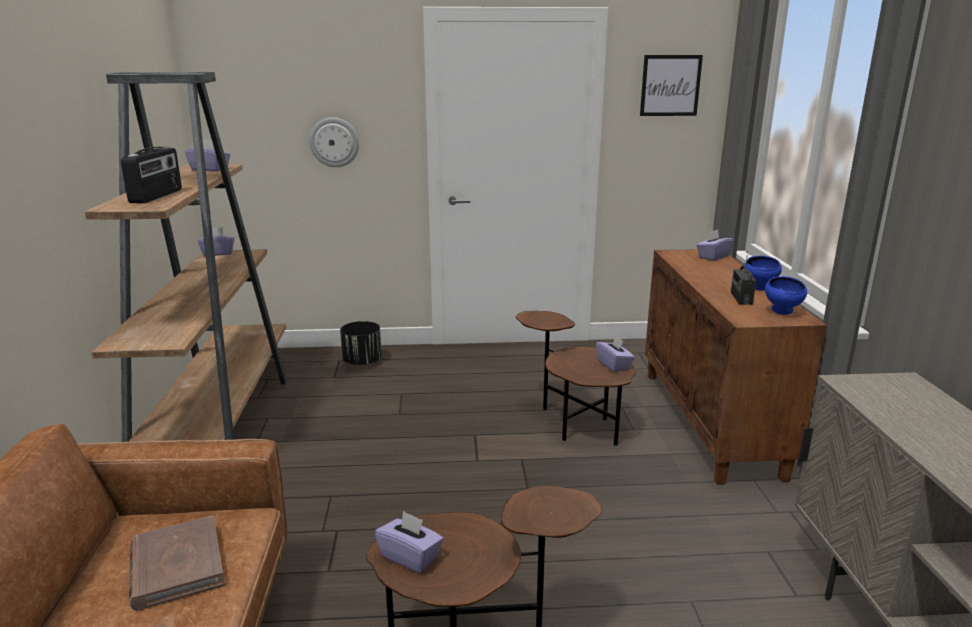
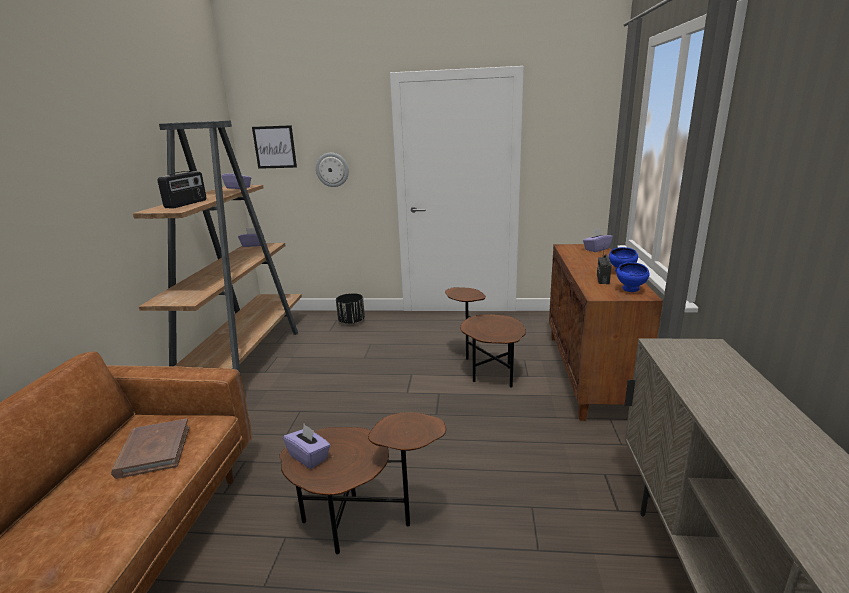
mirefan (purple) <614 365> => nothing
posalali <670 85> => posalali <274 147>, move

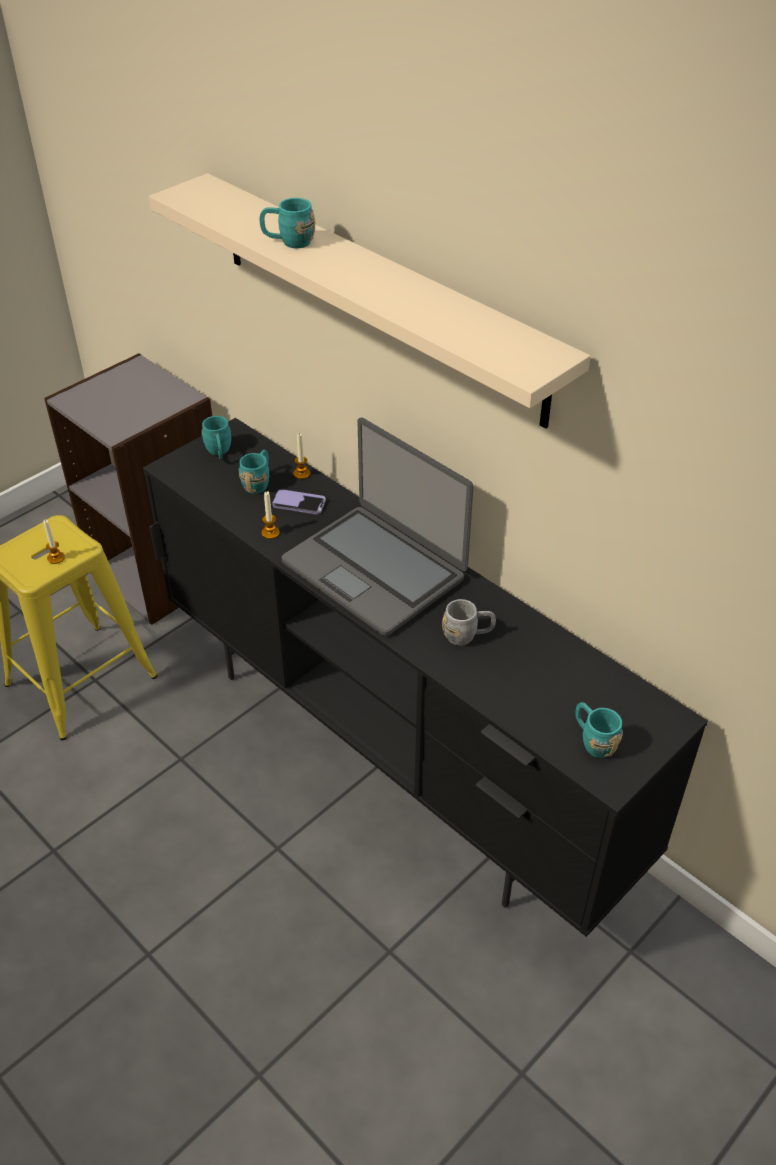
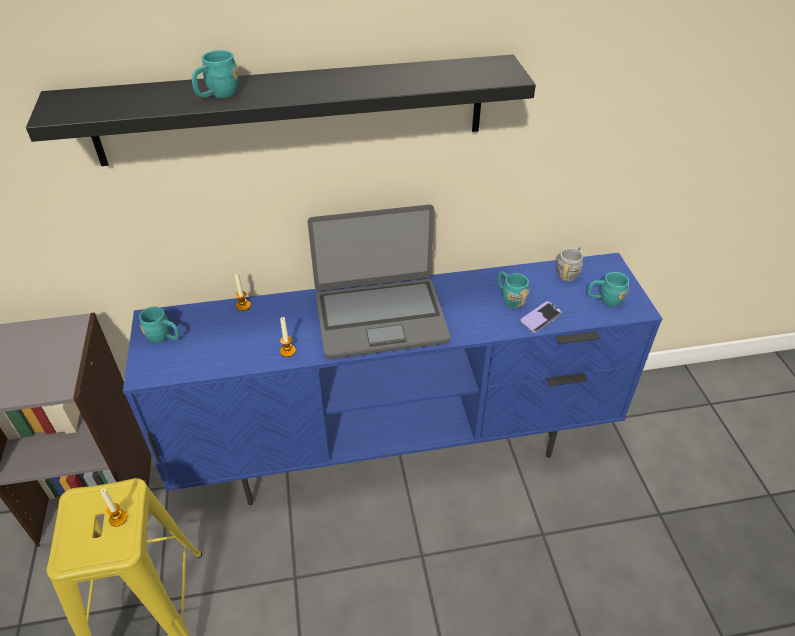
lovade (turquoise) <258 482> => lovade (turquoise) <509 298>, move
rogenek <299 503> => rogenek <540 318>, move
lovade (grey) <467 636> => lovade (grey) <569 272>, move
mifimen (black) <393 754> => mifimen (blue) <399 447>
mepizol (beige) <376 295> => mepizol (black) <292 110>

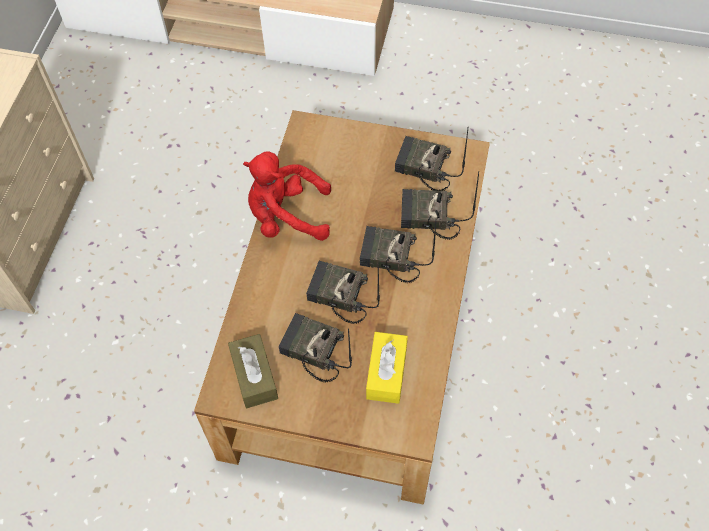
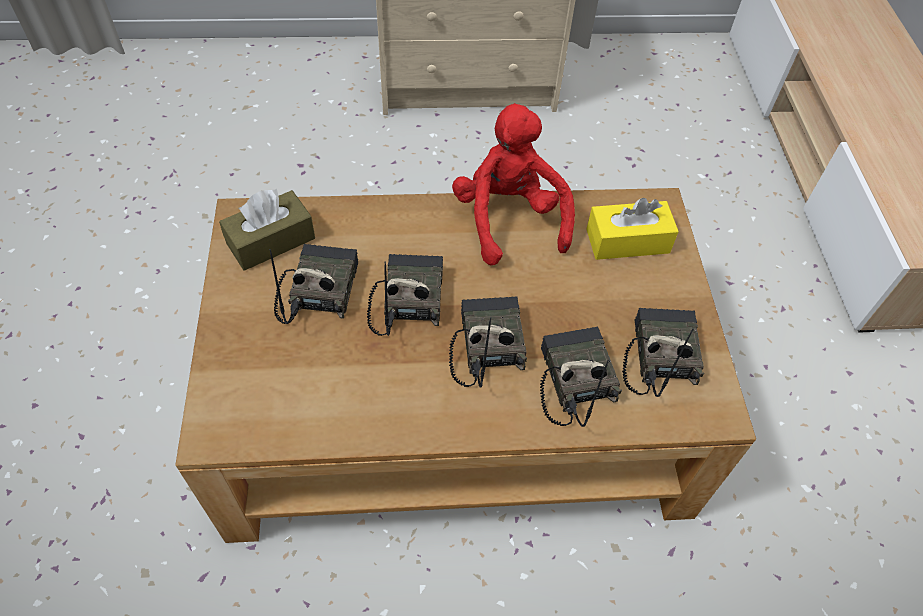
mirefan (yellow) <386 373> => mirefan (yellow) <627 241>, move

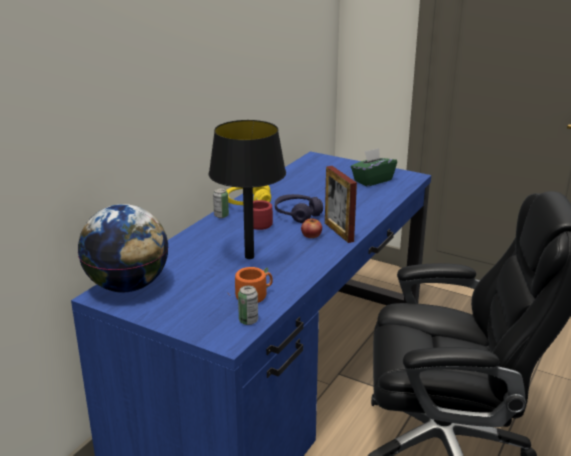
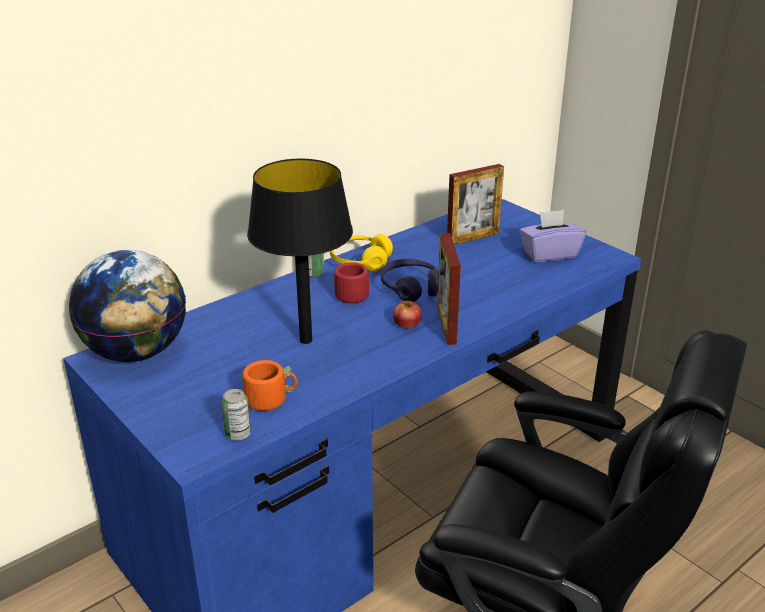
nothing => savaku <473 238>
mirefan (green) <372 180> => mirefan (purple) <549 254>

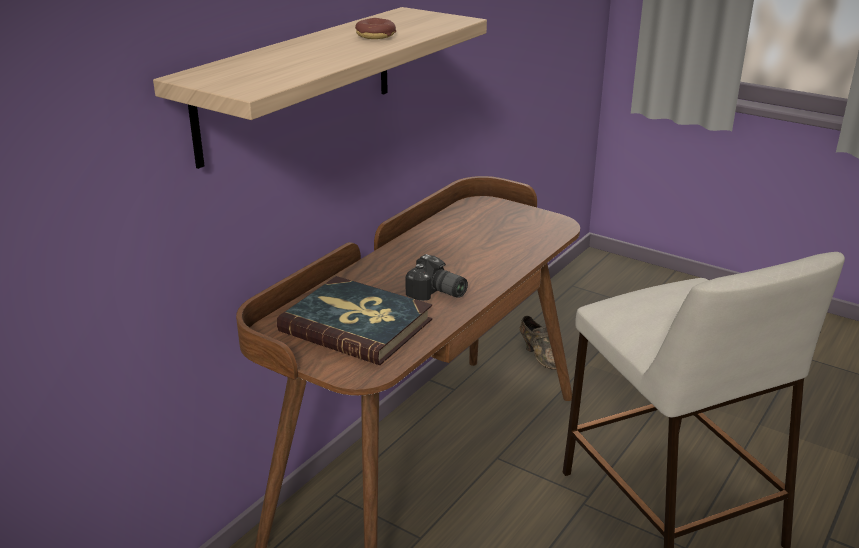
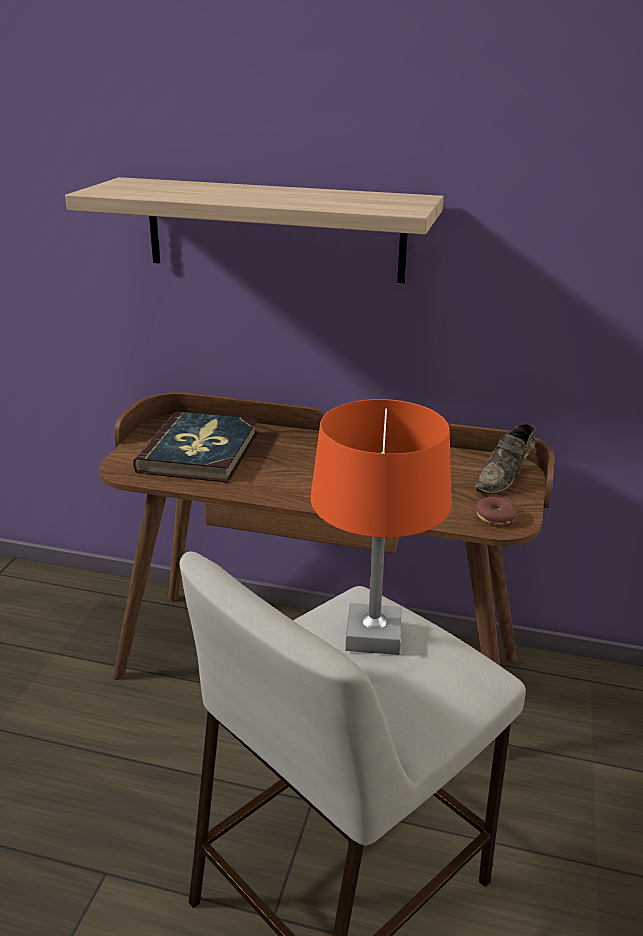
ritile <436 294> => nothing
nothing => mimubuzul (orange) <374 635>
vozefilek <375 36> => vozefilek <495 517>, move
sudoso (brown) <539 355> => sudoso (brown) <504 478>, move

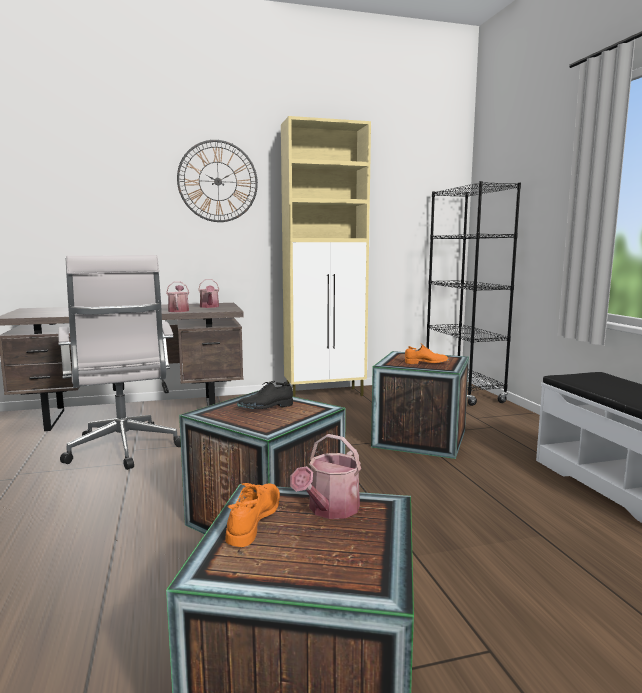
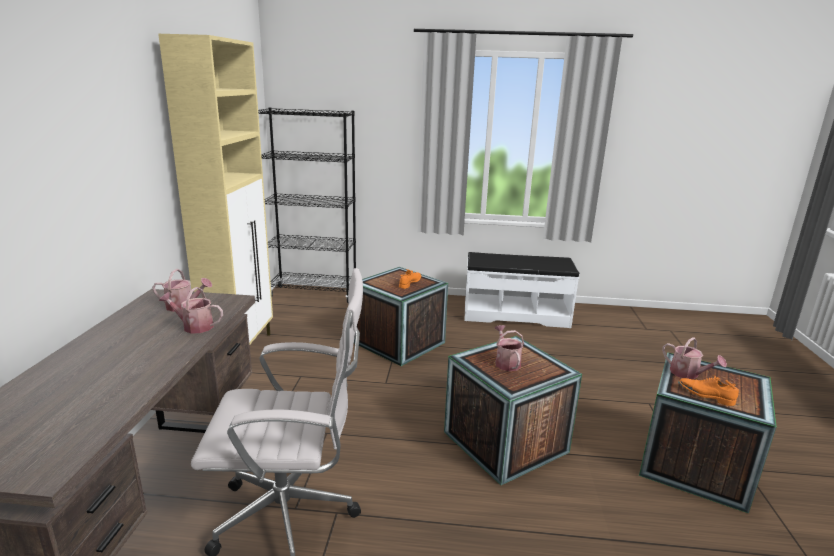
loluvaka <218 181> => nothing
sudoso (black) <265 408> => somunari <506 362>

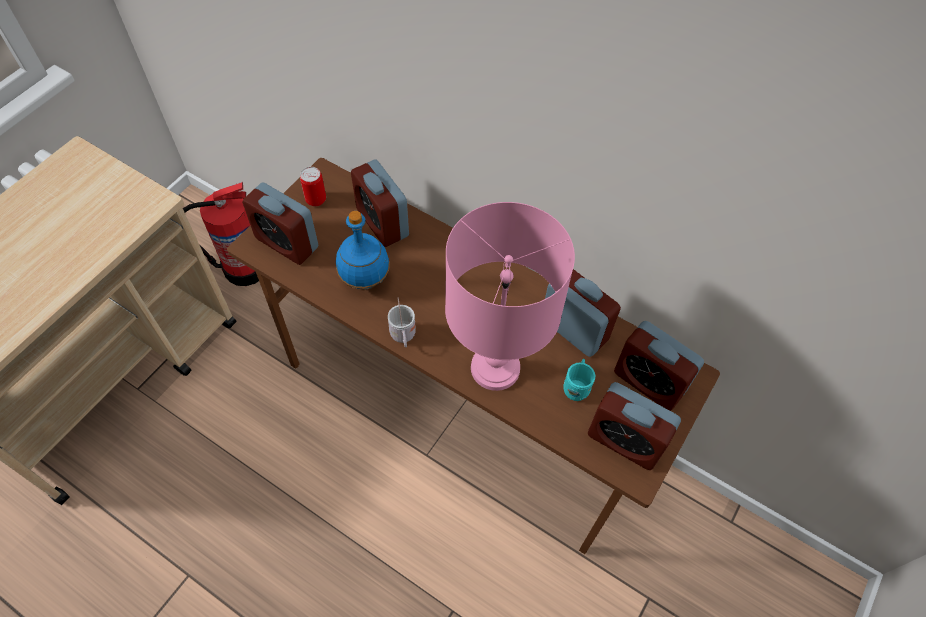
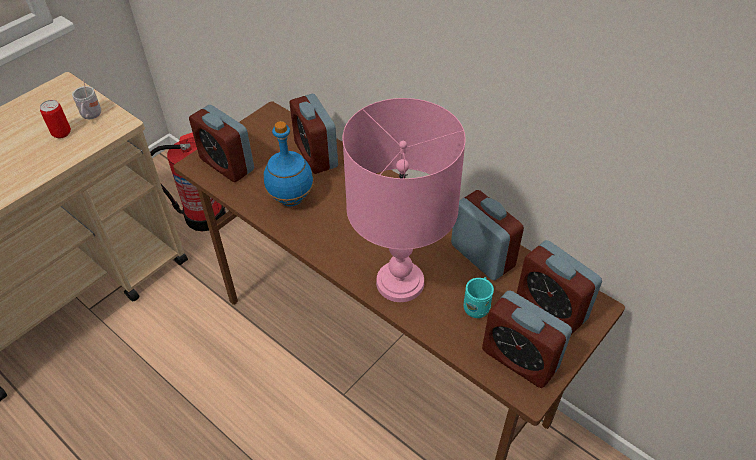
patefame <316 200> => patefame <61 133>, move
lovade (white) <403 337> => lovade (white) <91 116>, move

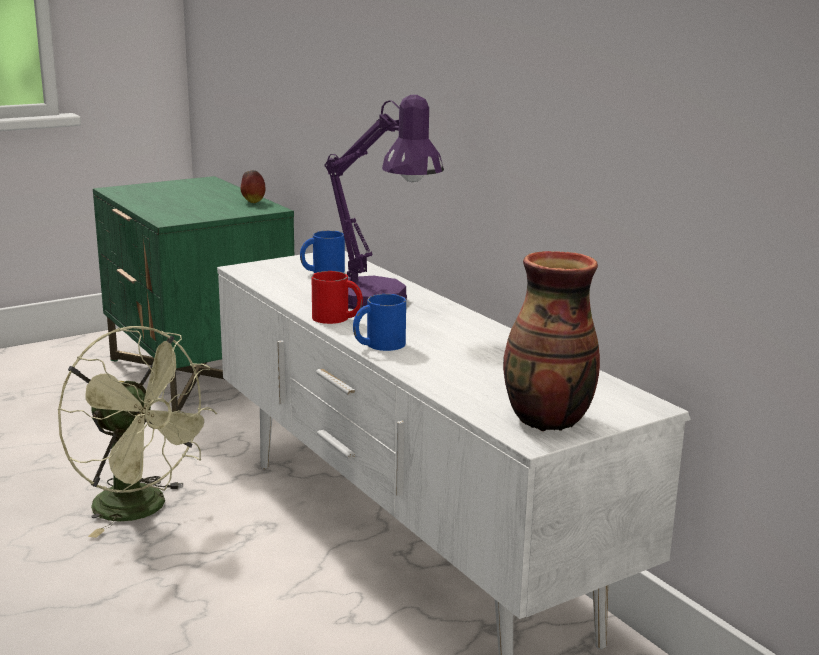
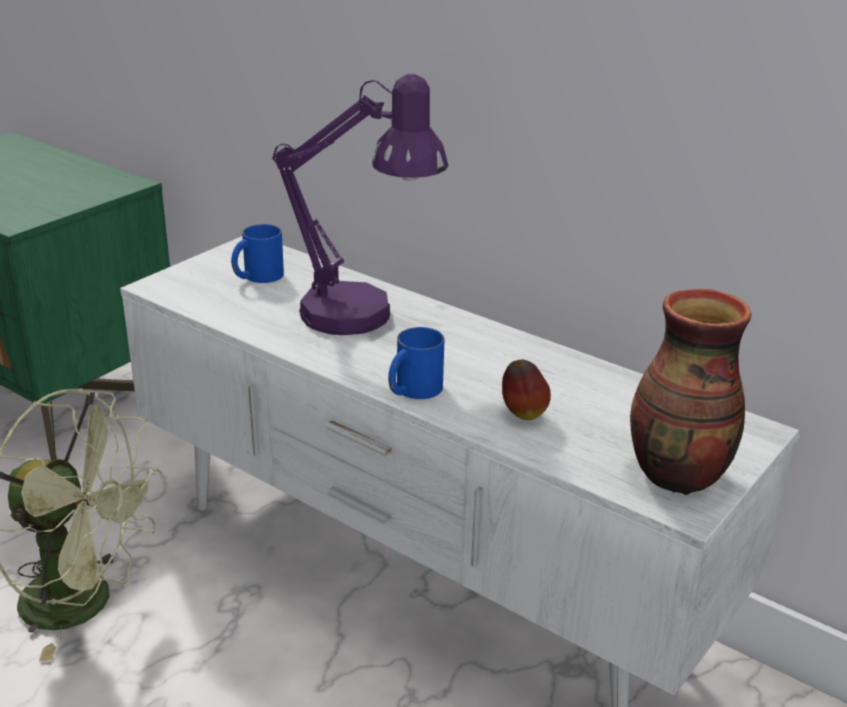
lovade (red) <337 318> => nothing
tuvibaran <253 202> => tuvibaran <522 414>, move

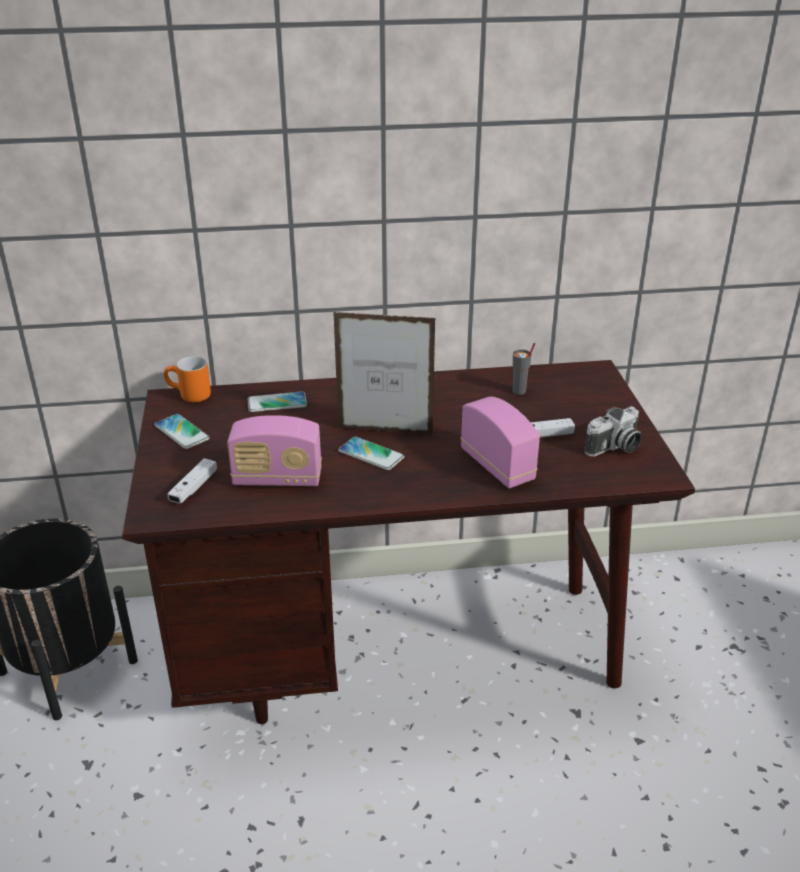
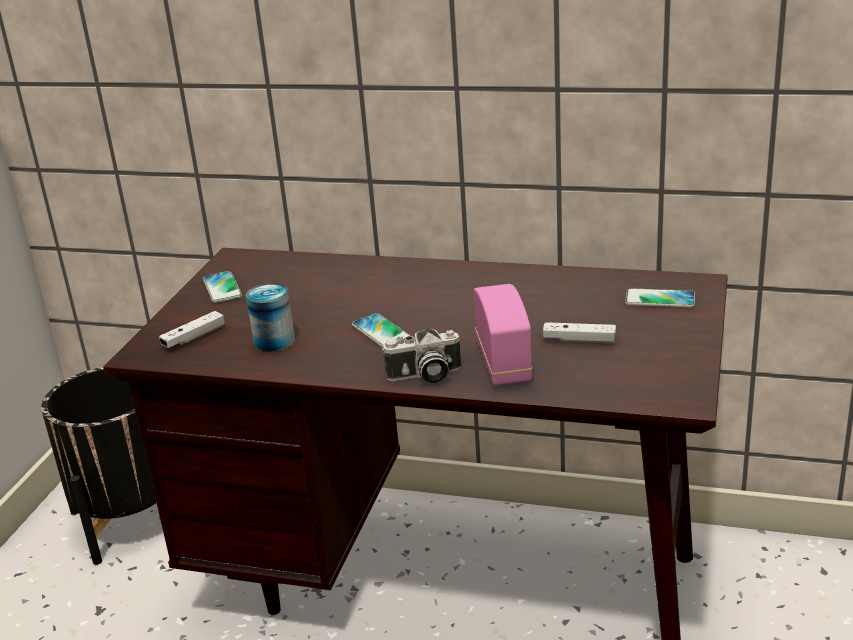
lovade (orange) <188 397> => nothing
savaku <385 431> => nothing
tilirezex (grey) <519 391> => nothing
rogenek <277 403> => rogenek <660 299>, move
ritile <614 448> => ritile <424 376>, move
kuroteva <277 479> => patefame <274 341>

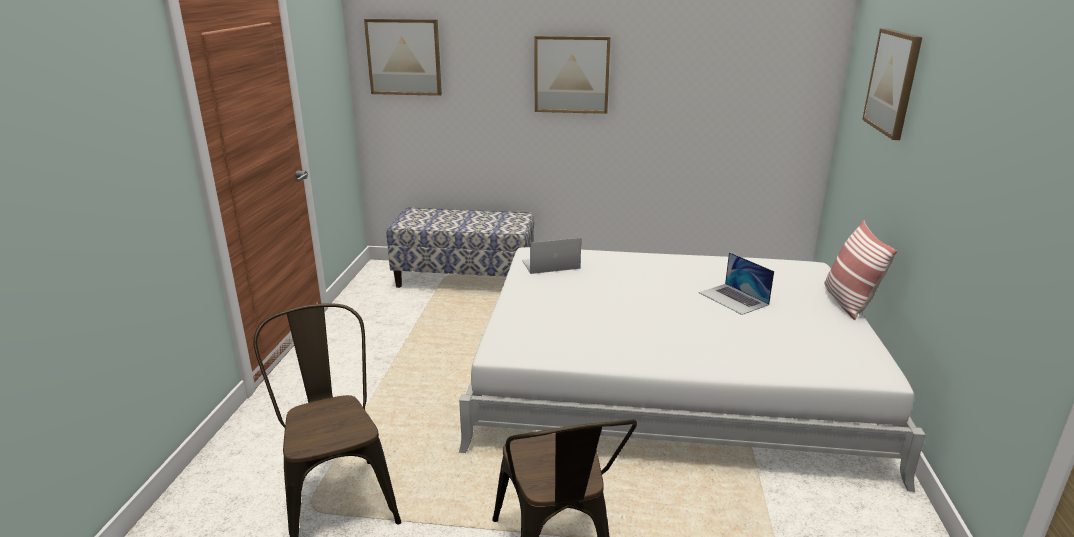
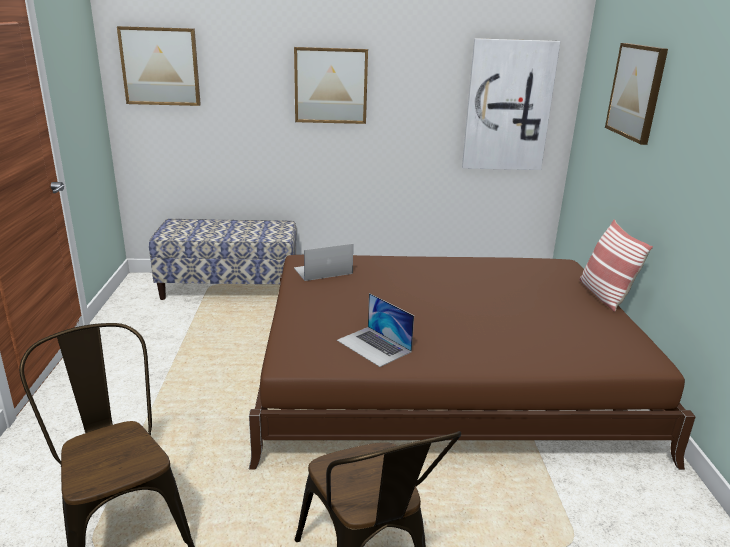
nothing => posalali <508 106>
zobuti <733 298> => zobuti <374 346>, move
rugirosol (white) <668 378> => rugirosol (brown) <443 376>

